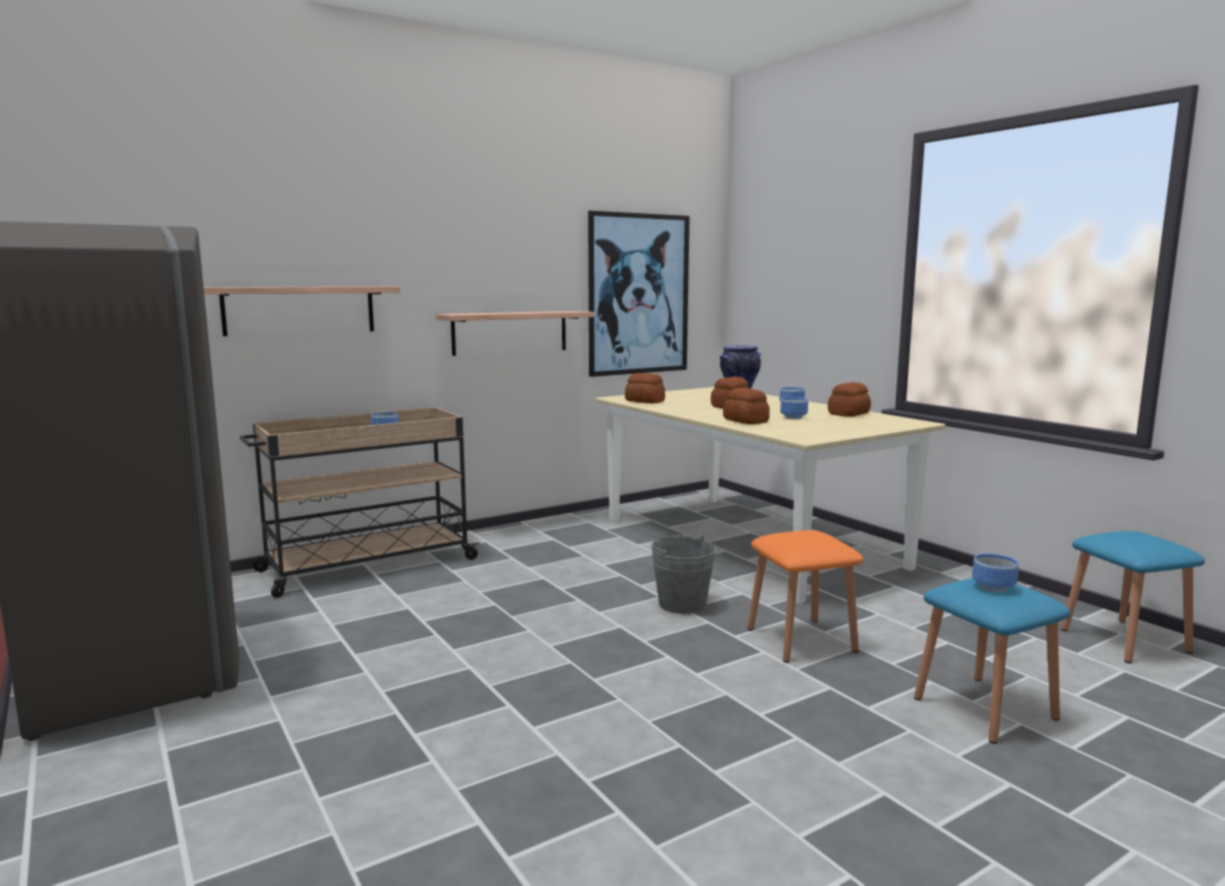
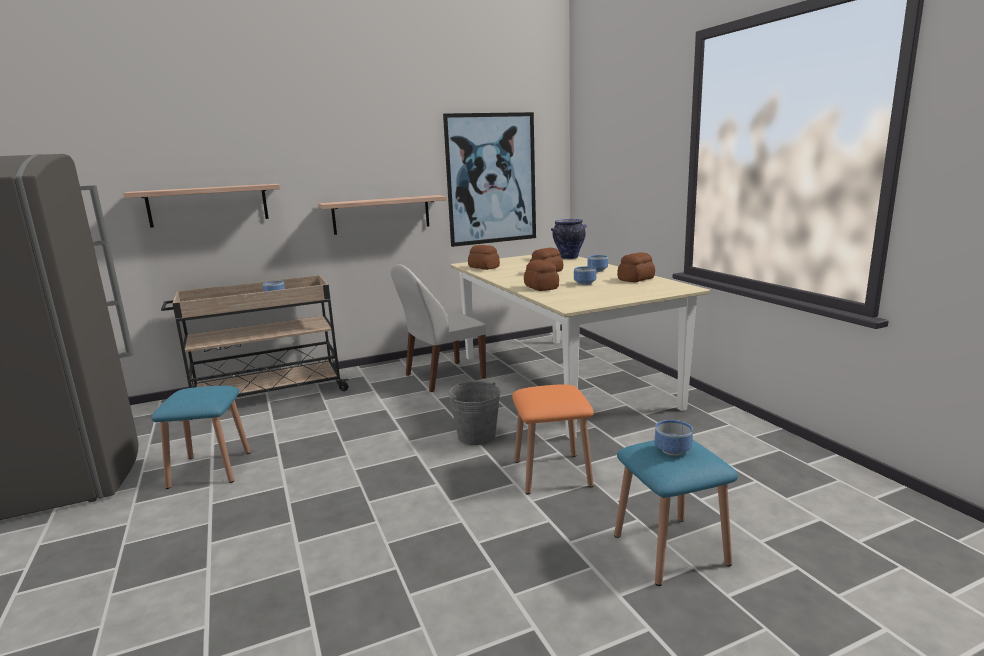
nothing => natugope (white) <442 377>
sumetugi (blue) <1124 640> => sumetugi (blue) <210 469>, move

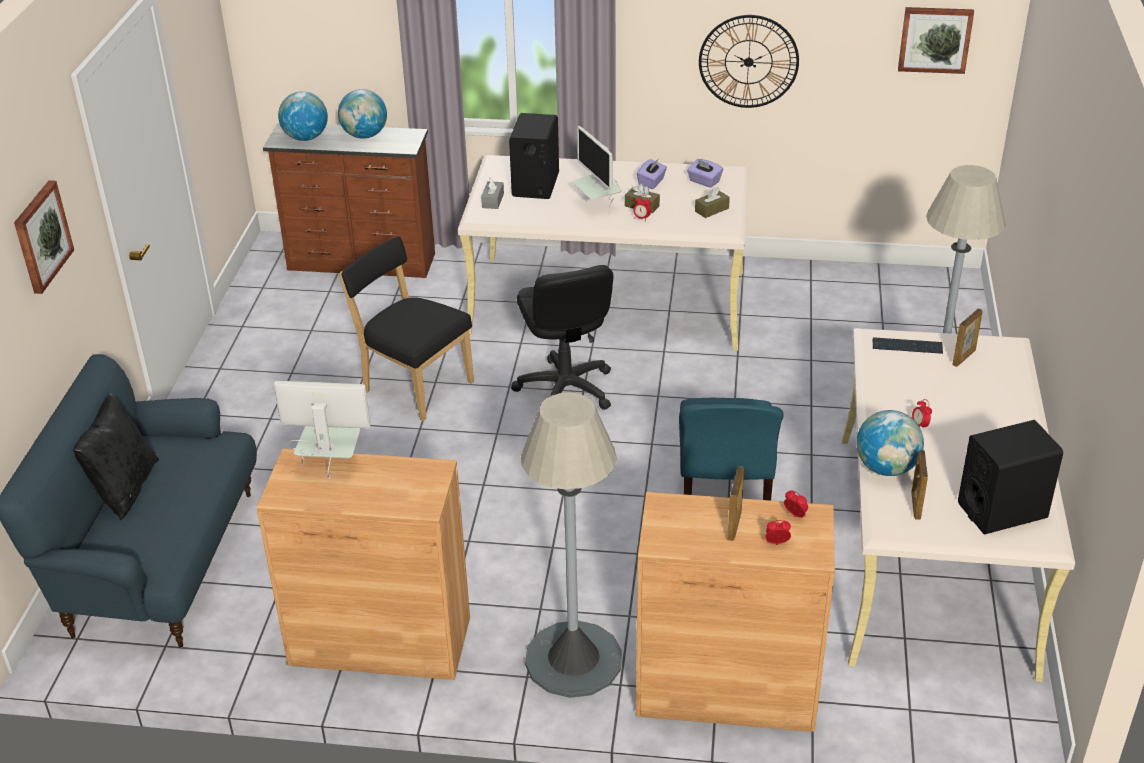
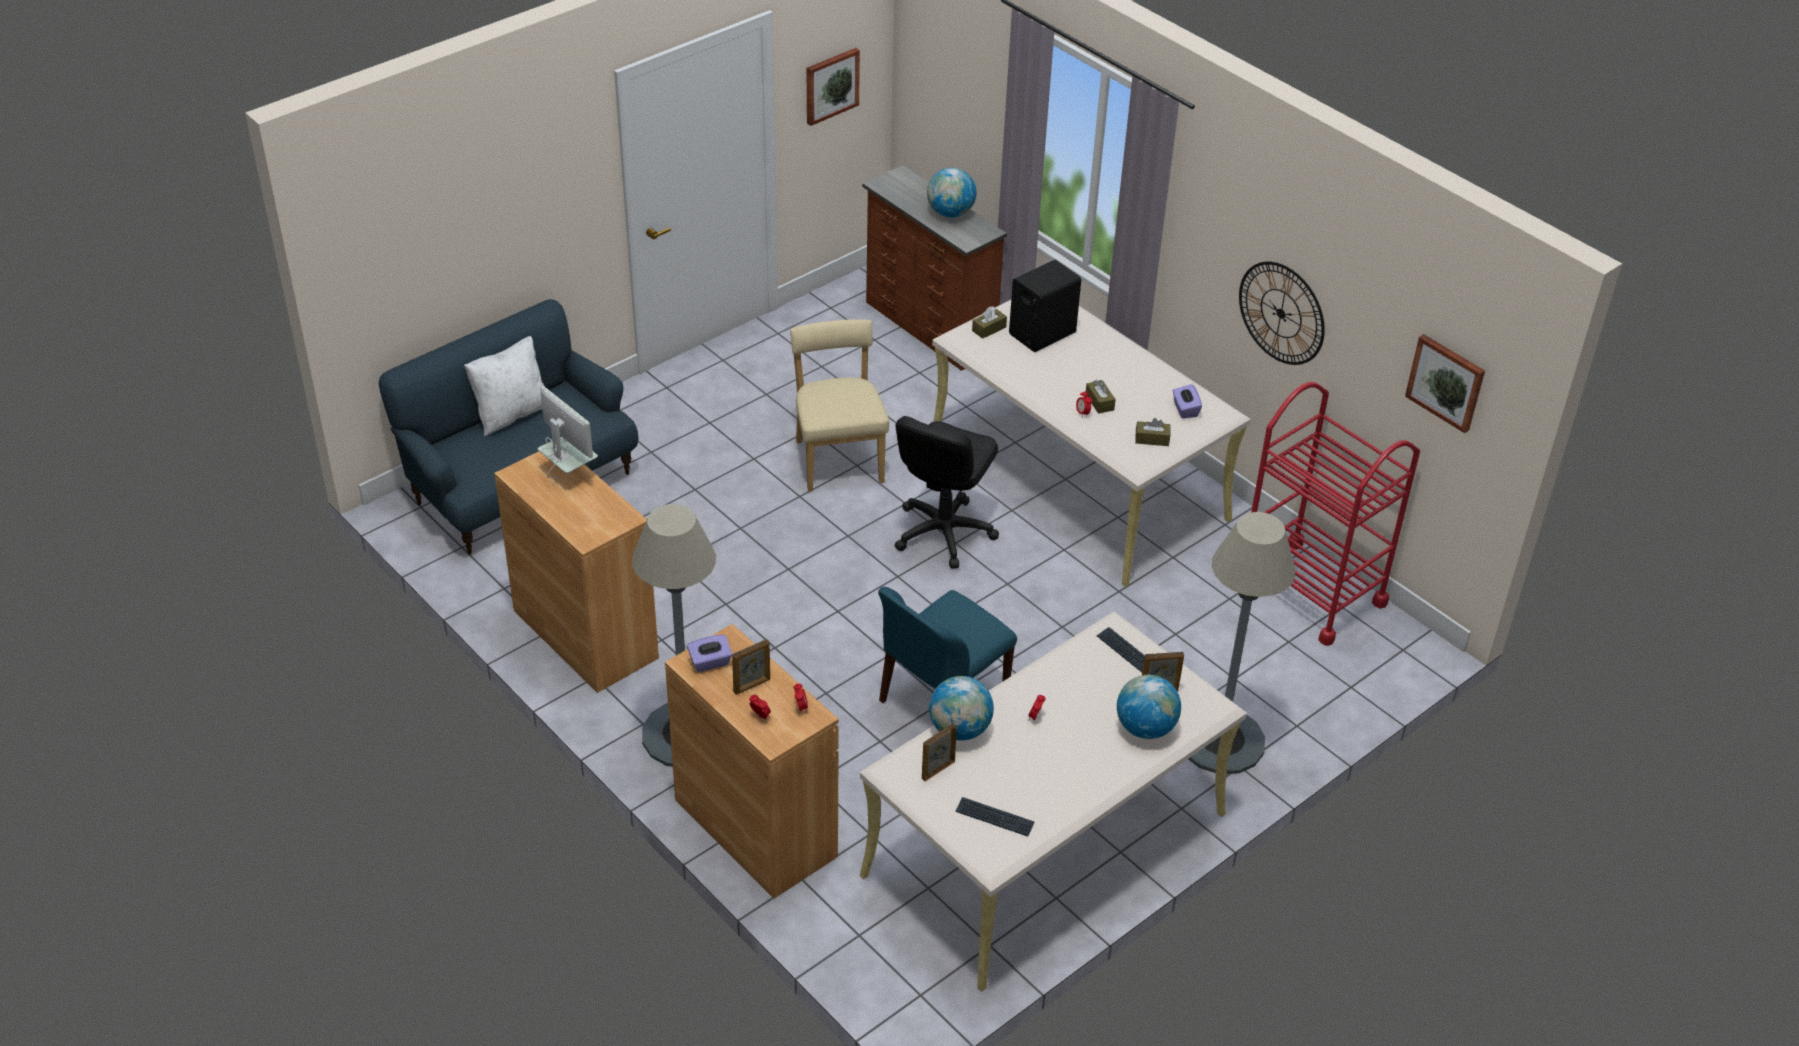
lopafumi <598 206> => nothing
nothing => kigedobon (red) <1310 591>
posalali <41 236> => posalali <831 85>, move
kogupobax <306 137> => kogupobax <1145 728>, move
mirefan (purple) <652 182> => mirefan (purple) <710 662>, move
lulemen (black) <1002 510> => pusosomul <994 818>
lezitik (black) <124 488> => lezitik (white) <511 414>
natugope (black) <414 385> => natugope (beige) <838 458>
mirefan (grey) <493 200> => mirefan (brown) <989 329>

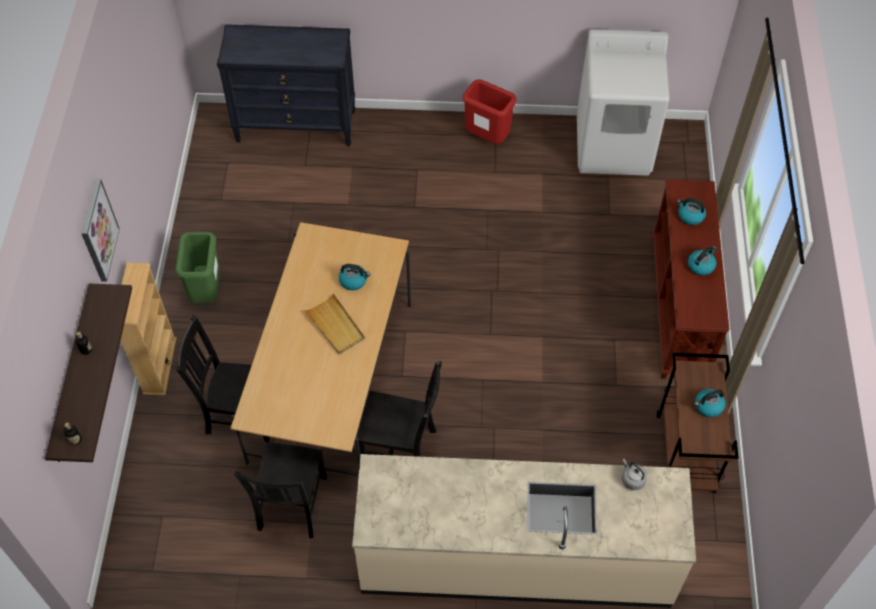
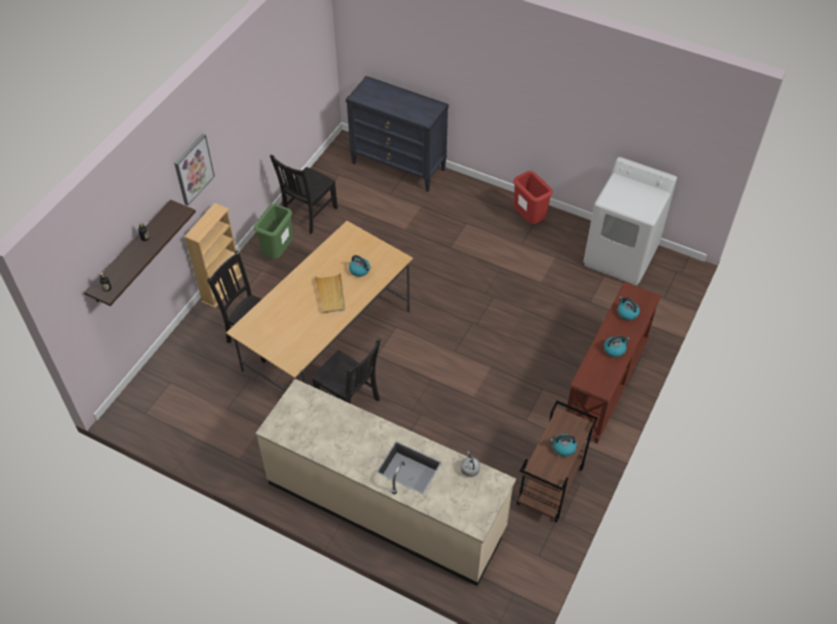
natugope (black) <291 505> => natugope (black) <308 214>, move

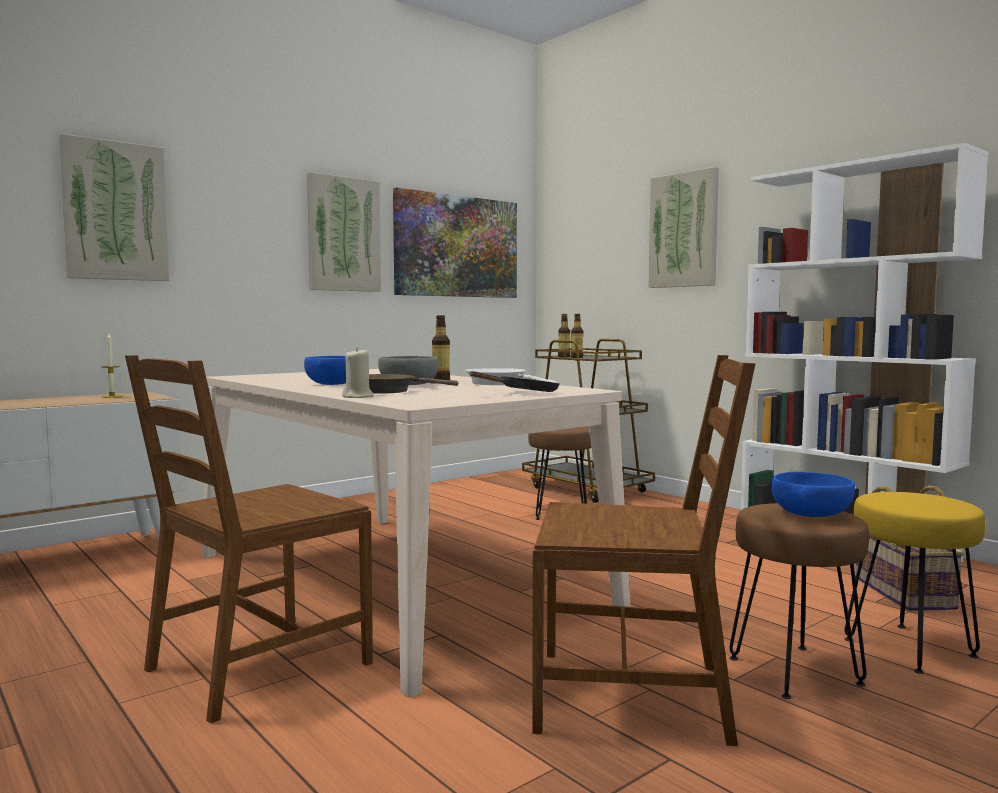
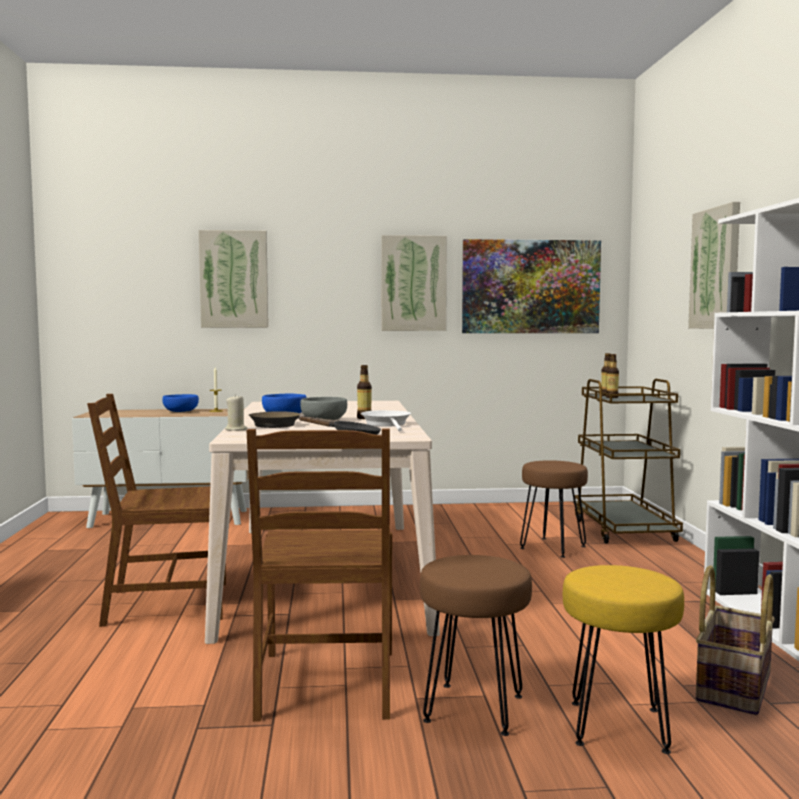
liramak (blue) <812 513> => liramak (blue) <181 411>, move
natugope (brown) <633 695> => natugope (brown) <327 684>, 45 degrees clockwise

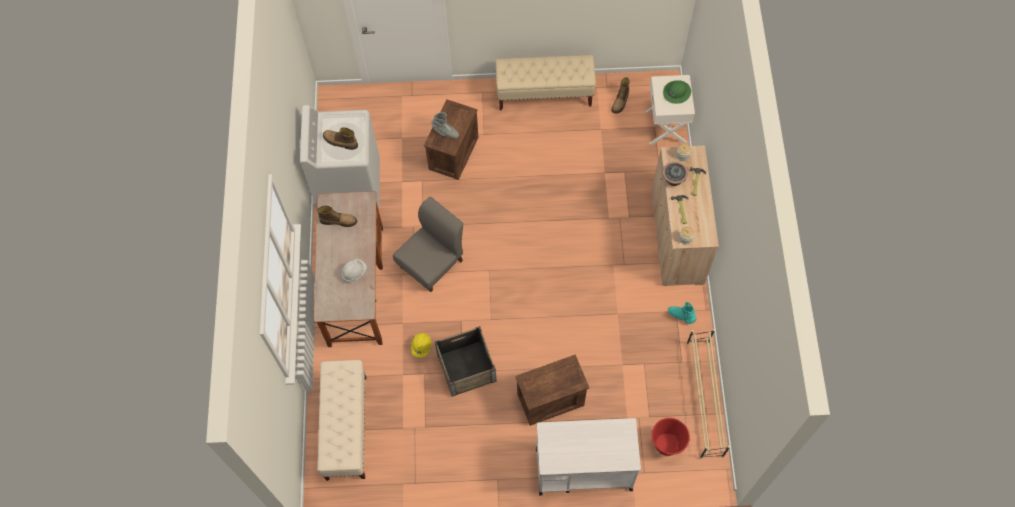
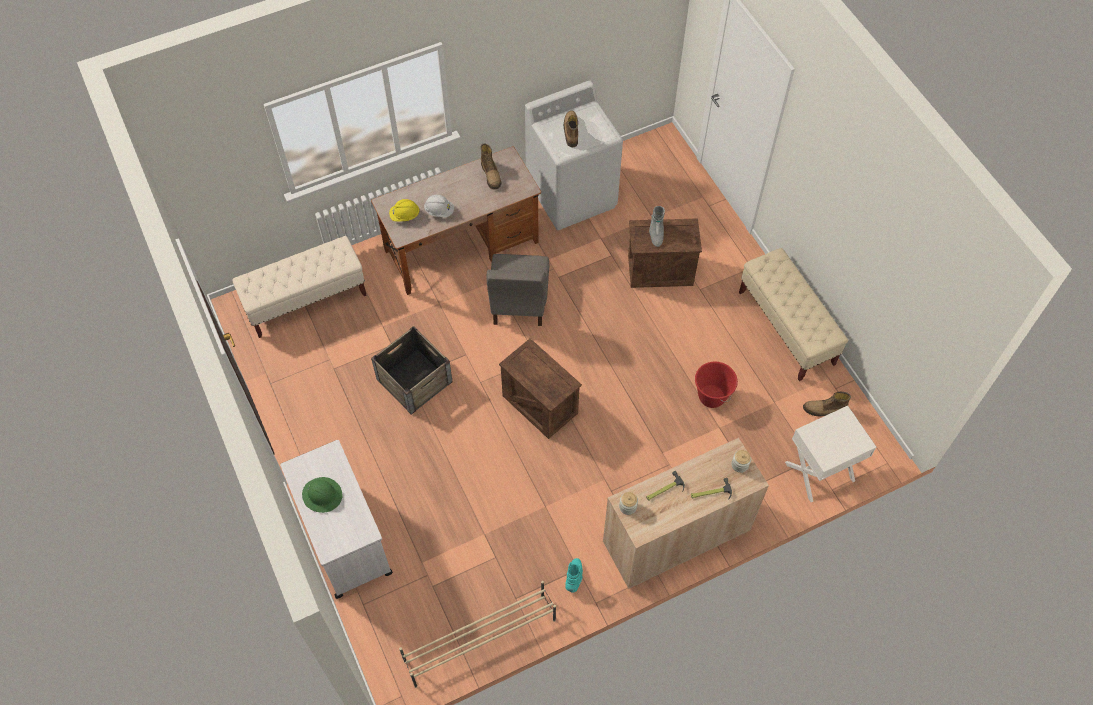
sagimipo <673 180> => nothing
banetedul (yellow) <421 347> => banetedul (yellow) <405 215>, move
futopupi <550 400> => futopupi <539 404>, move
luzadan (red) <666 444> => luzadan (red) <711 396>, move
banetedul (green) <676 92> => banetedul (green) <322 495>, move
natugope (grey) <432 264> => natugope (grey) <519 302>, 75 degrees clockwise

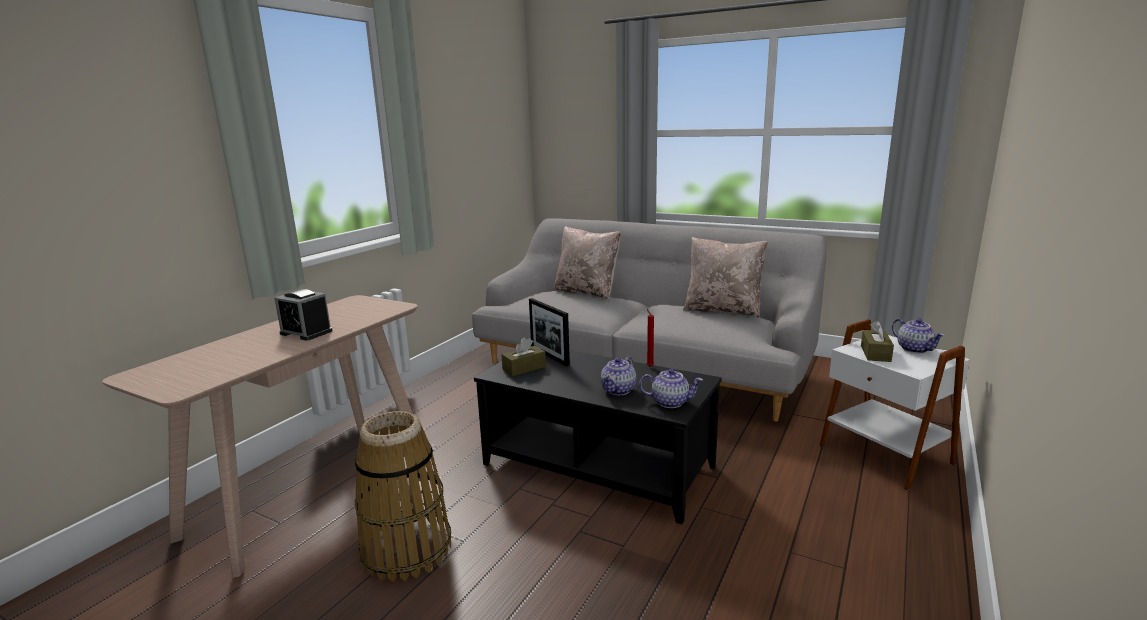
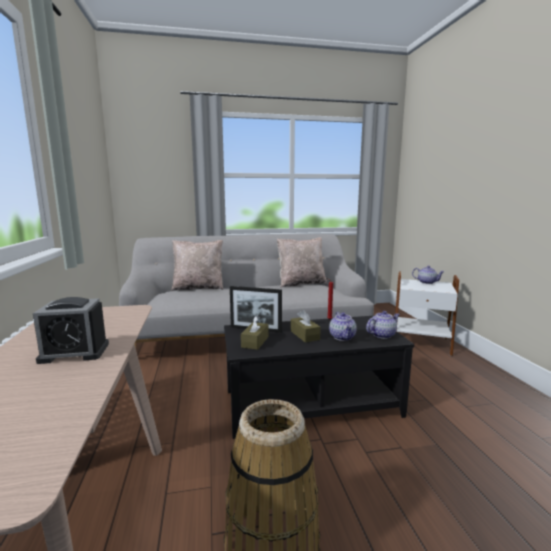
mirefan (brown) <875 353> => mirefan (brown) <305 335>, move

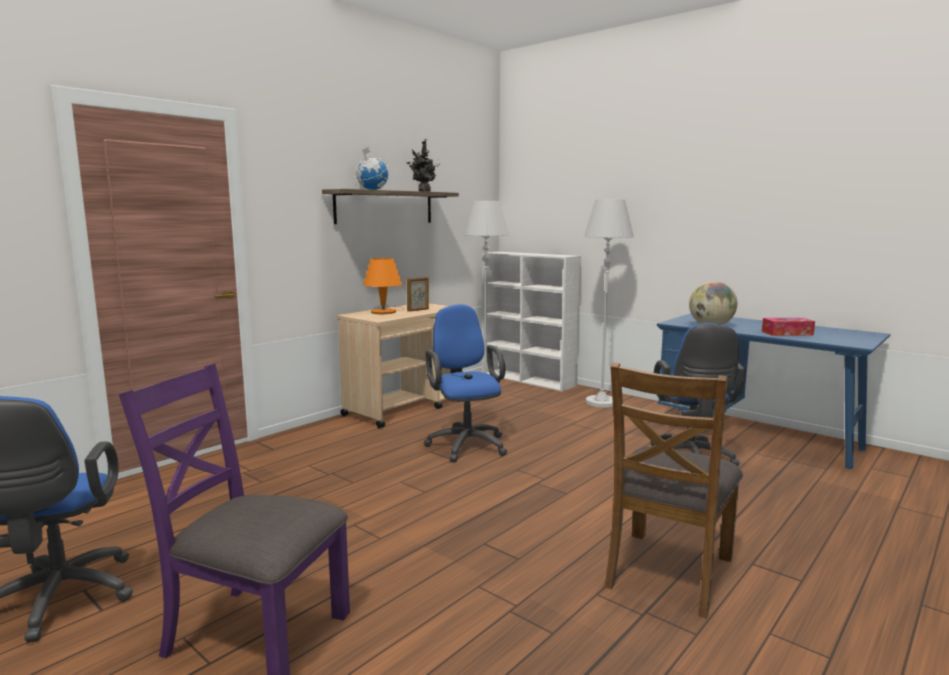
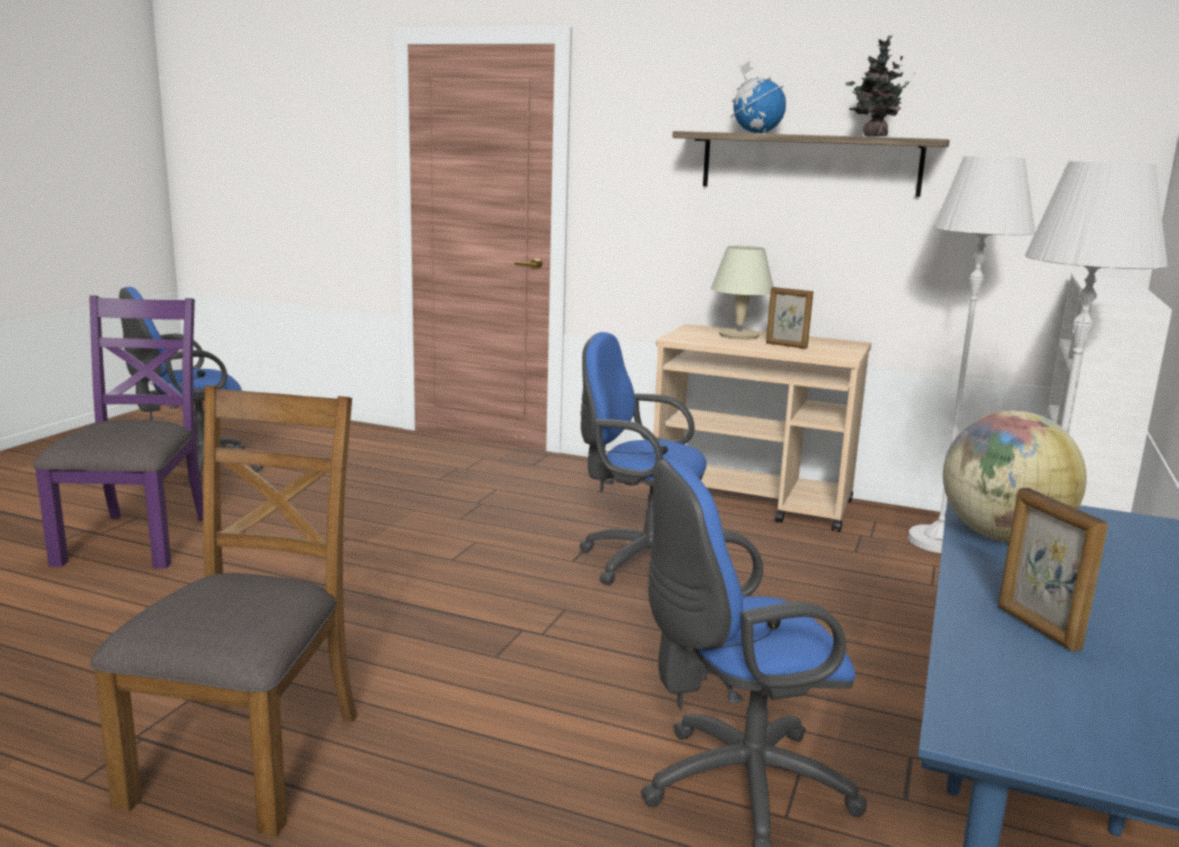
mirefan <787 333> => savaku <1037 628>
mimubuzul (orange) <383 312> => mimubuzul (beige) <739 335>
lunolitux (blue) <465 444> => lunolitux (blue) <640 561>, 120 degrees counterclockwise
natugope (brown) <668 571> => natugope (brown) <249 757>, 90 degrees clockwise

